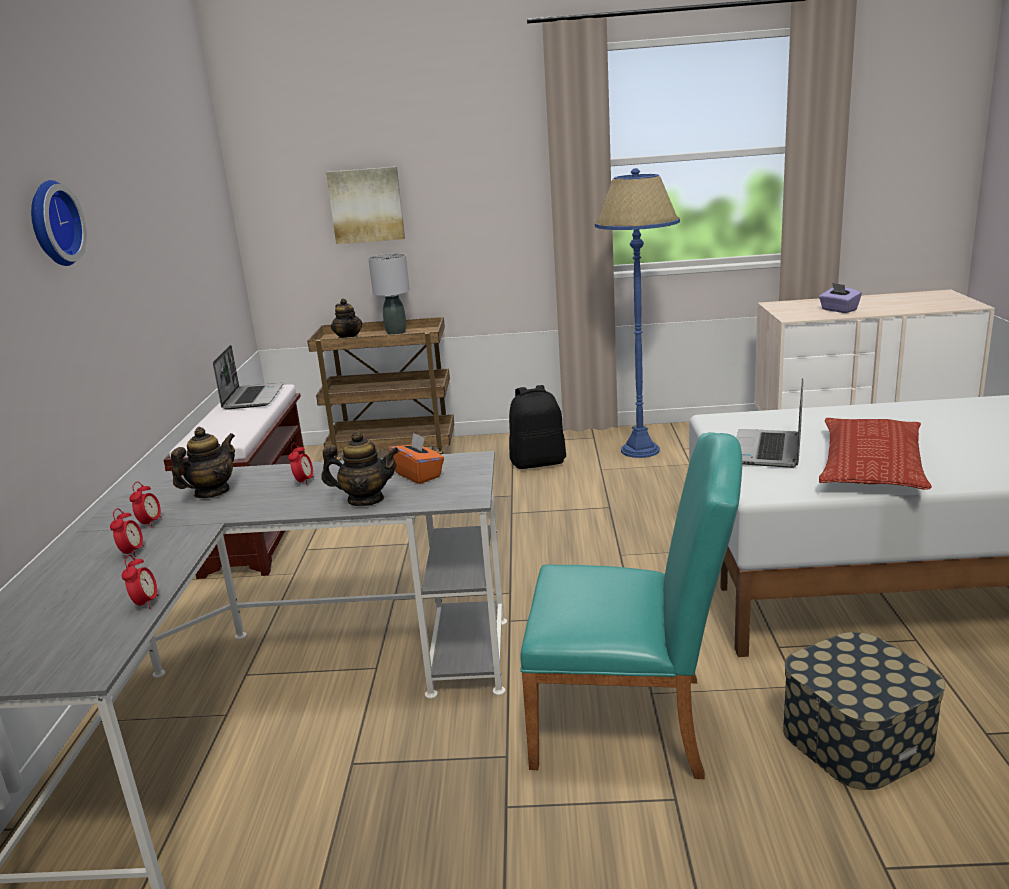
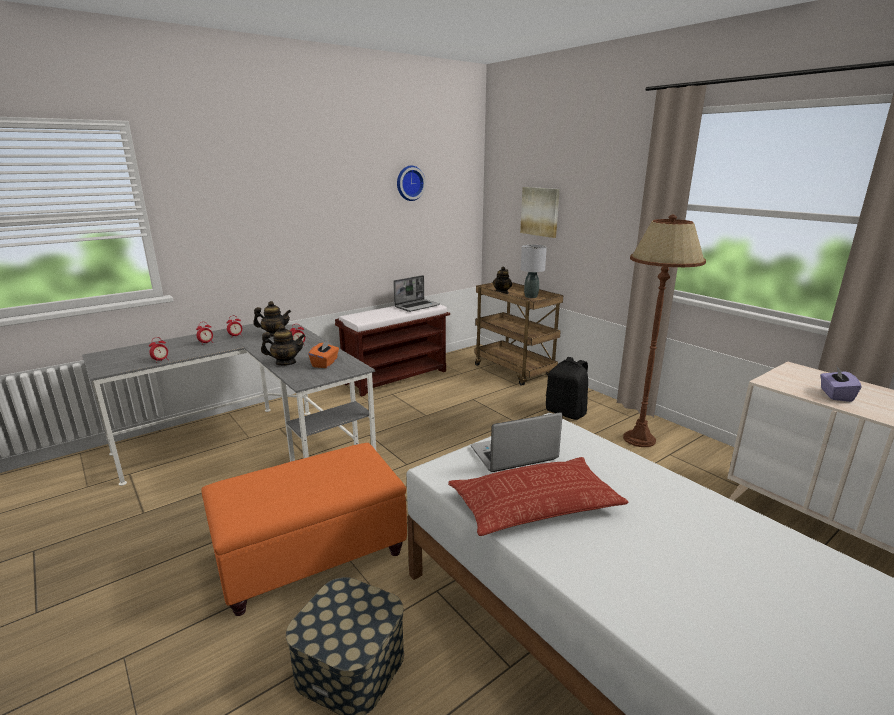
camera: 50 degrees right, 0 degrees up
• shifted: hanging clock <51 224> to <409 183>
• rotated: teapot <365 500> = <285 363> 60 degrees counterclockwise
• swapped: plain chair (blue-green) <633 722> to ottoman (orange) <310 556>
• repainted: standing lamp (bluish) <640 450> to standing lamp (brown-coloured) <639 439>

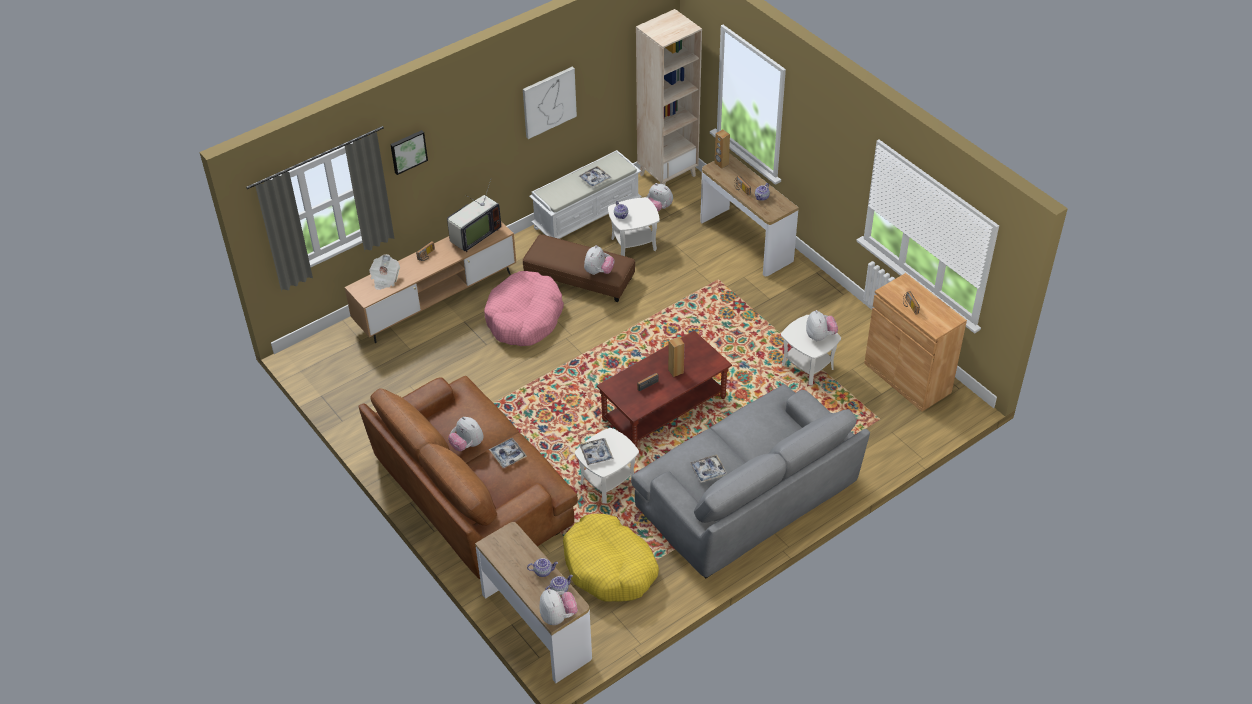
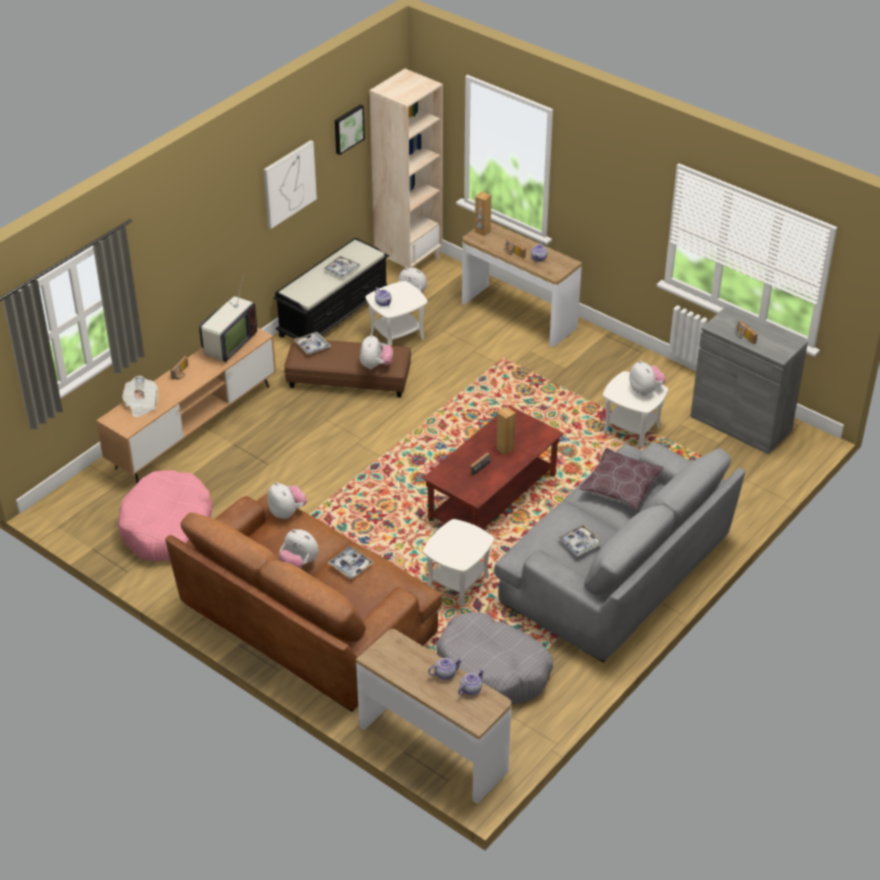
camera: 15 degrees left, 5 degrees down
• shifted: wall art <408 151> to <348 129>
• shifted: dog bed (pink) <524 318> to <167 527>
• repainted: bench (whitish) <587 214> to bench (blackish) <333 314>
• shifted: plush toy <558 616> to <287 512>
• repainted: dog bed (yellowish) <609 567> to dog bed (greyish) <493 670>
• shifted: tray <596 454> to <312 346>
• repainted: cupboard (brown-coloured) <907 378> to cupboard (greyish) <740 423>
• new: pillow (brown-coloured) <620 487>

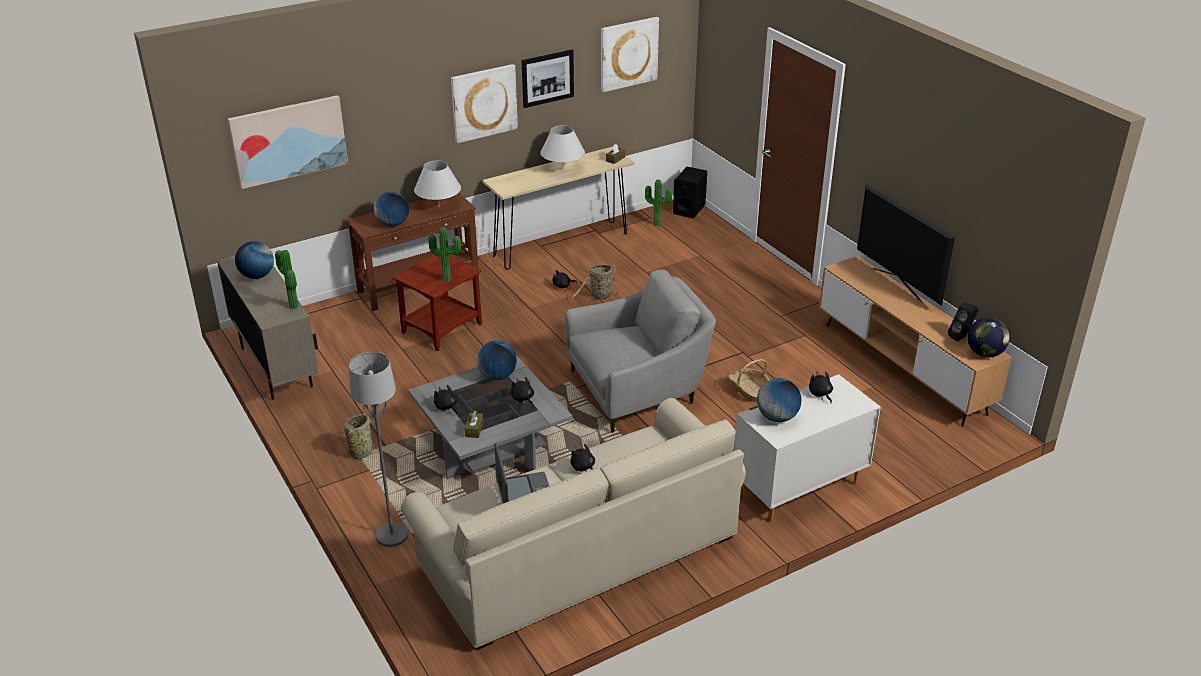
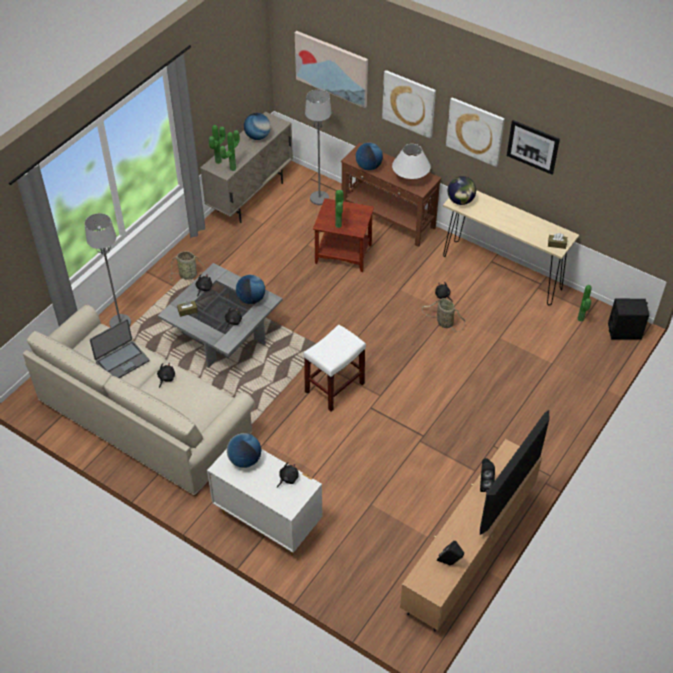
camera: 65 degrees right, 15 degrees up
• gone: tabletop lamp (whitish) <563 169>
• swapped: lounge chair (greyish) <638 390> to sitting stool (whitish) <334 388>
• shifted: wall art <628 53> to <409 103>
• gone: household basket <749 390>
• shifted: globe <985 353> to <460 201>
• new: plant in a pot <219 161>
• new: standing lamp (greyish) <319 198>
• new: speaker (blackish) <484 484>

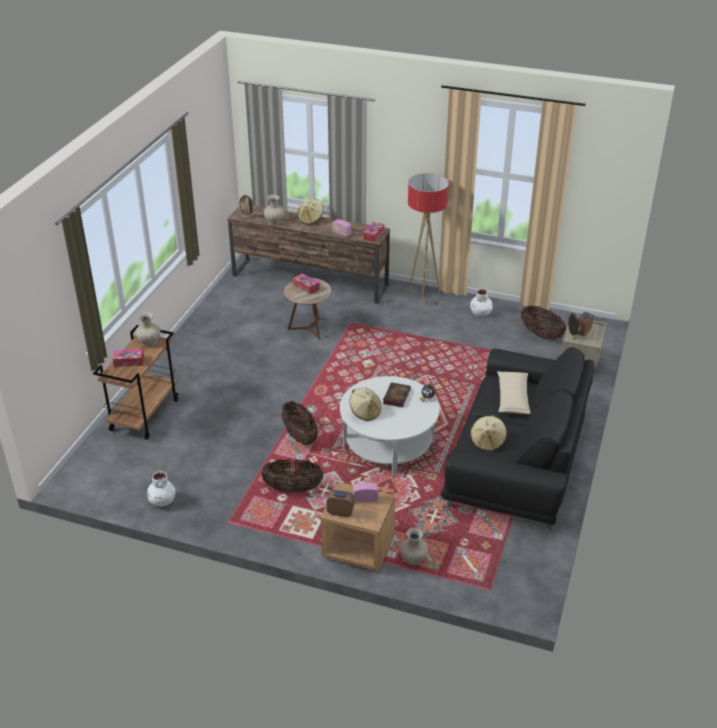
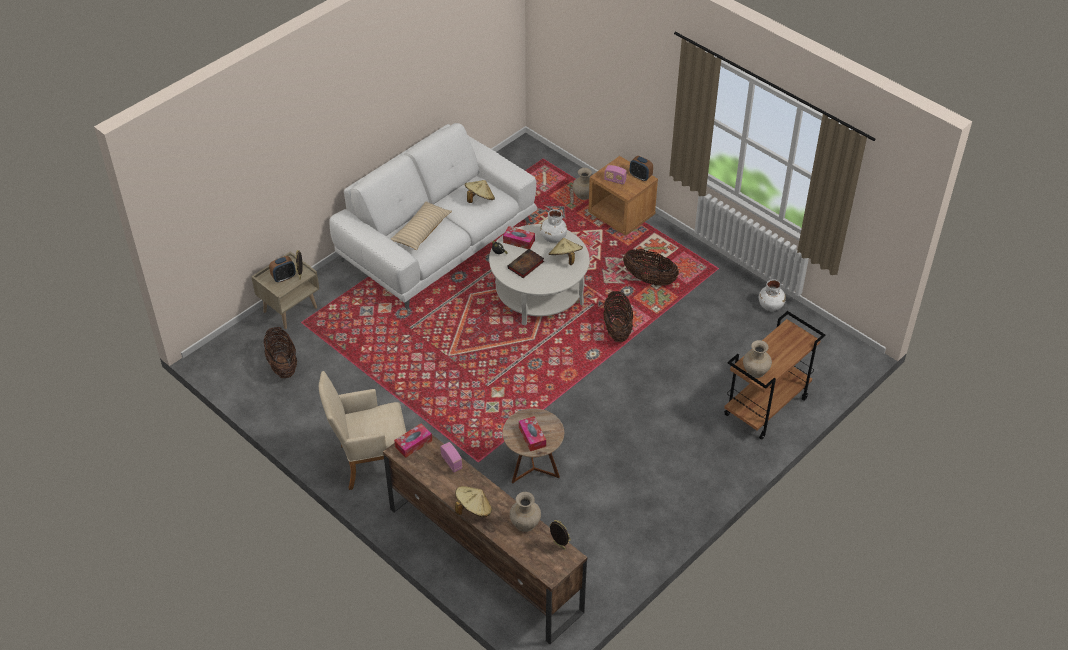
camera: 155 degrees left, 10 degrees up
• shifted: box of tissues <129 361> to <519 241>
• swapped: standing lamp <423 303> to lounge chair (beige-coloured) <370 462>
• repainted: couch (blackish) <517 459> to couch (whitish) <437 241>
• shifted: flower vase (whitish) <480 313> to <553 238>

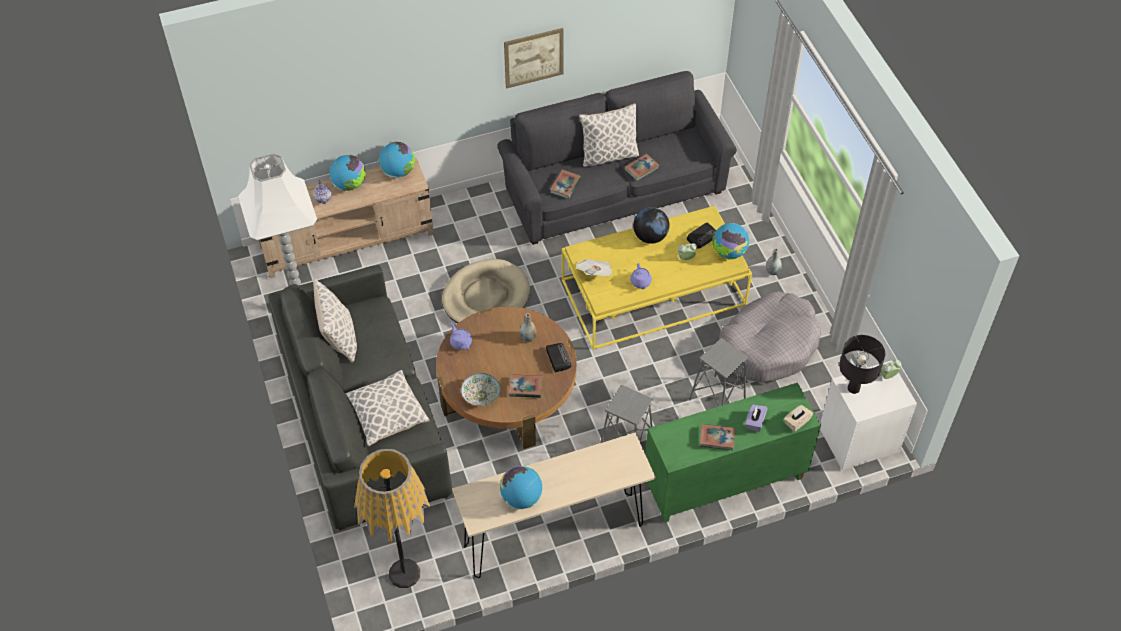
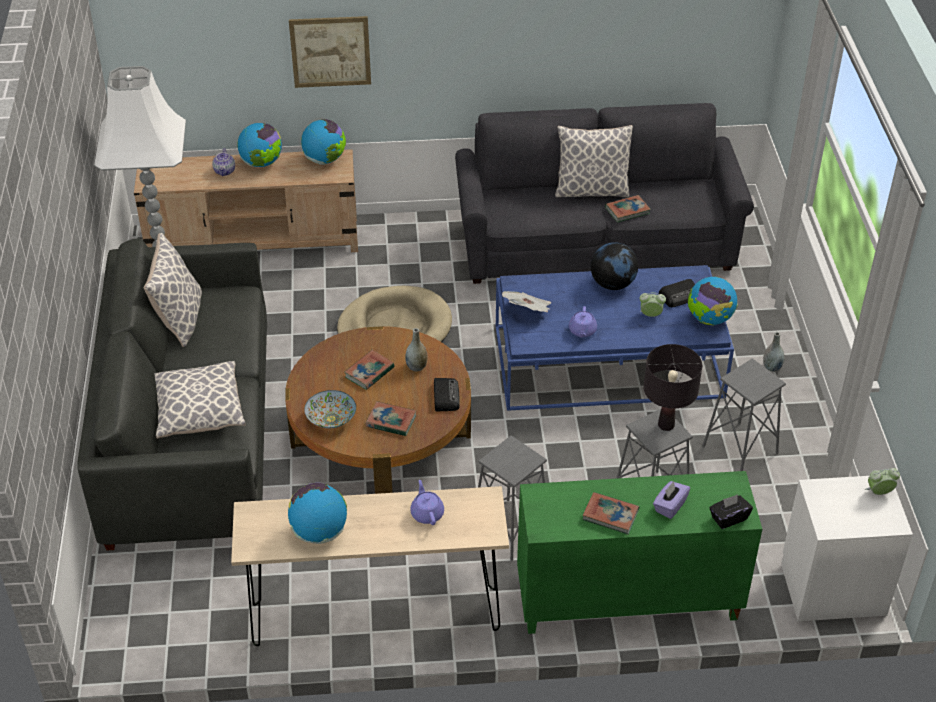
camera: 15 degrees right, 10 degrees down
• gone: standing lamp <404 573>
• shifted: teapot (purple-coloured) <460 342> to <427 513>
• shifted: wall art <533 57> to <330 51>
• shifted: bound book <565 186> to <369 372>
• repainted: low table (yellowish) <654 292> to low table (bluish) <608 361>
• swapped: dog bed (greyish) <768 345> to sitting stool (greyish) <739 450>
• repainted: box of tissues (beige-coloured) <796 422> to box of tissues (blackish) <728 518>
• shifted: tabletop lamp (blackish) <853 388> to <666 425>

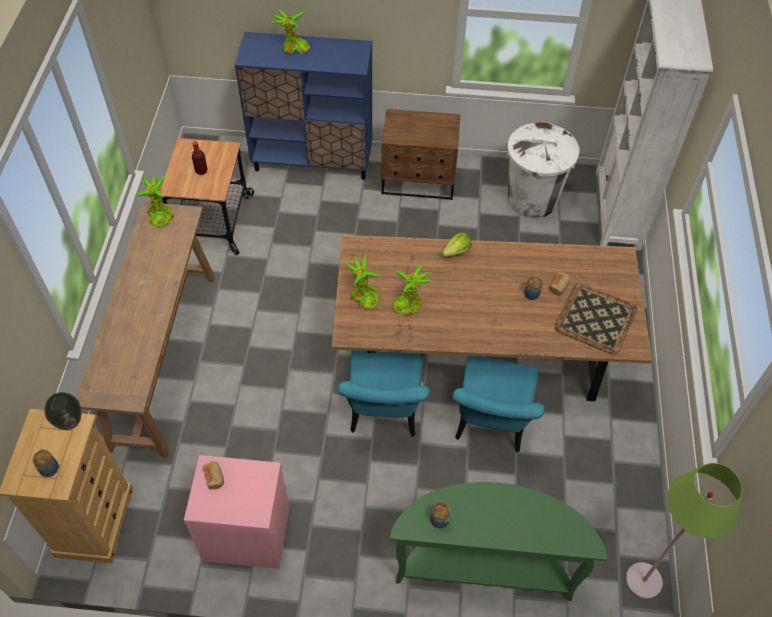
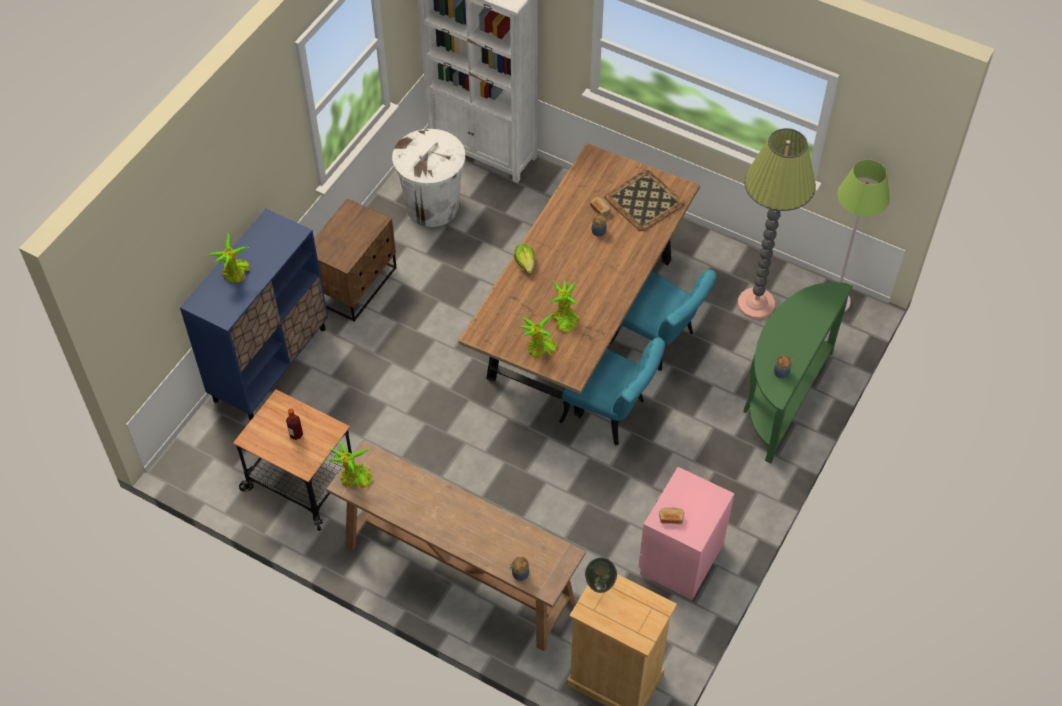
camera: 65 degrees left, 0 degrees up
• shifted: storage jar <49 468> to <519 574>
• new: standing lamp <756 304>

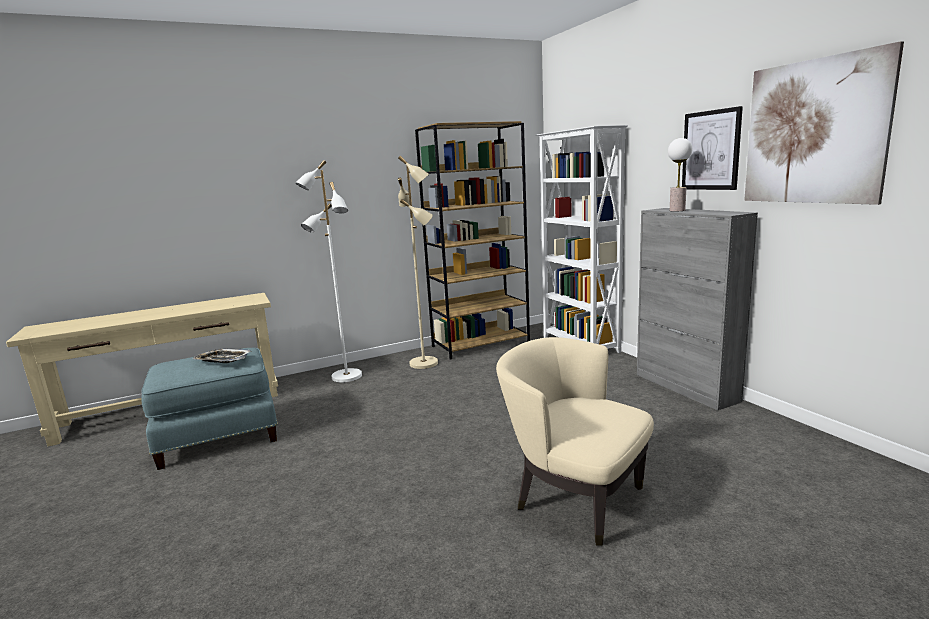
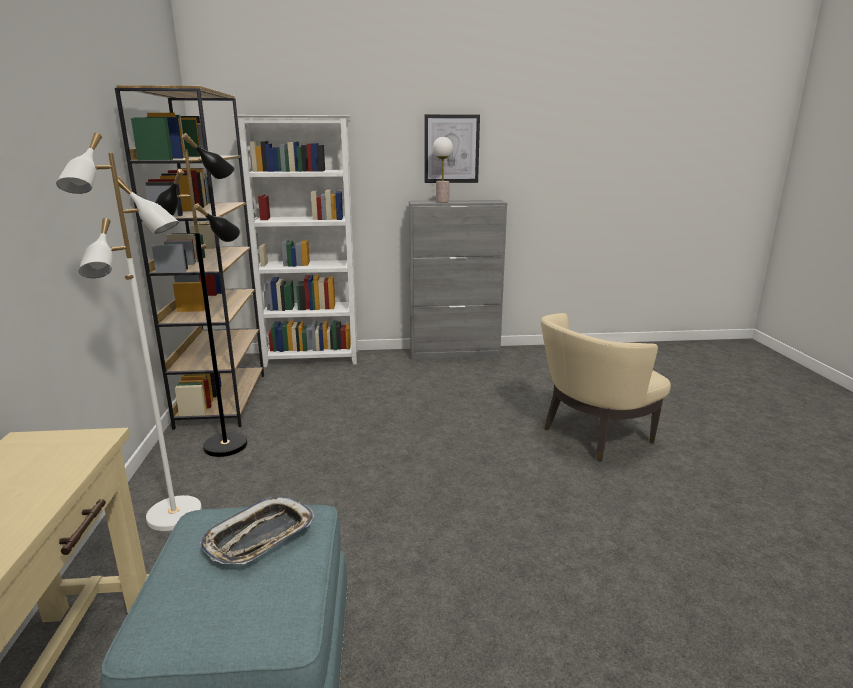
camera: 70 degrees left, 5 degrees up
• repainted: standing lamp (beige-coloured) <424 363> to standing lamp (blackish) <226 445>
• gone: wall art <814 132>

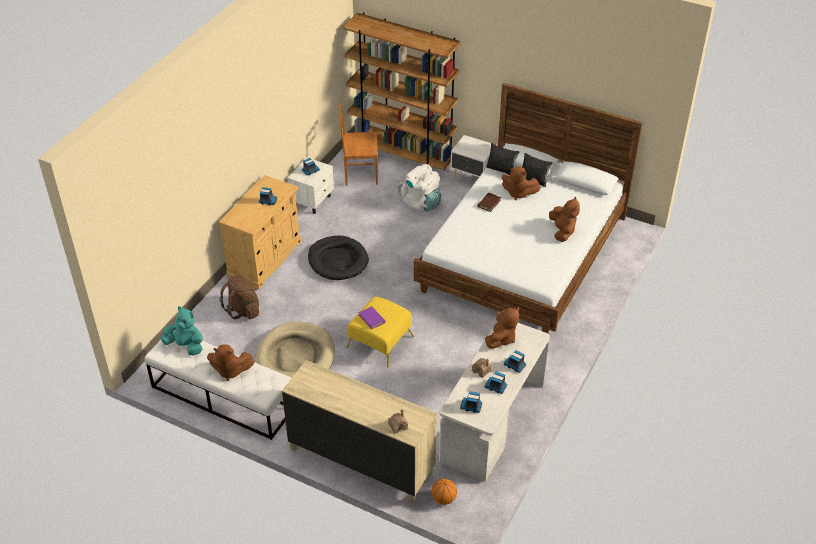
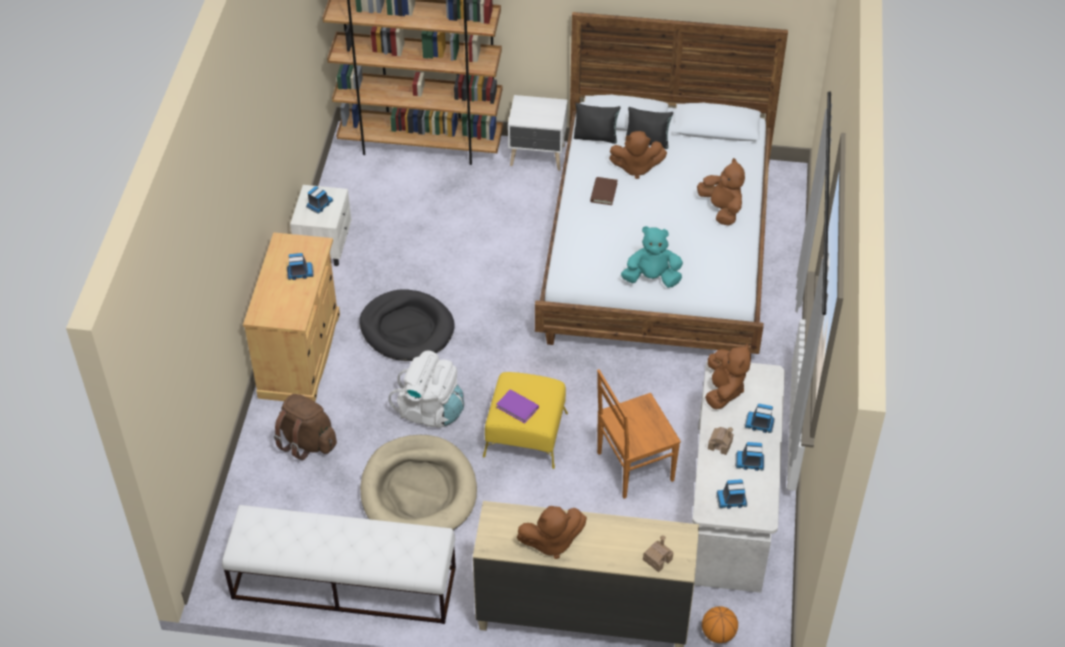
camera: 20 degrees left, 5 degrees up
• shifted: plush toy (blue-green) <185 345> to <652 278>
• shifted: plush toy (brown-coloured) <230 371> to <551 542>
• shifted: plain chair (brown-coloured) <359 174> to <633 467>
• shifted: backpack (whitish) <421 203> to <430 410>

